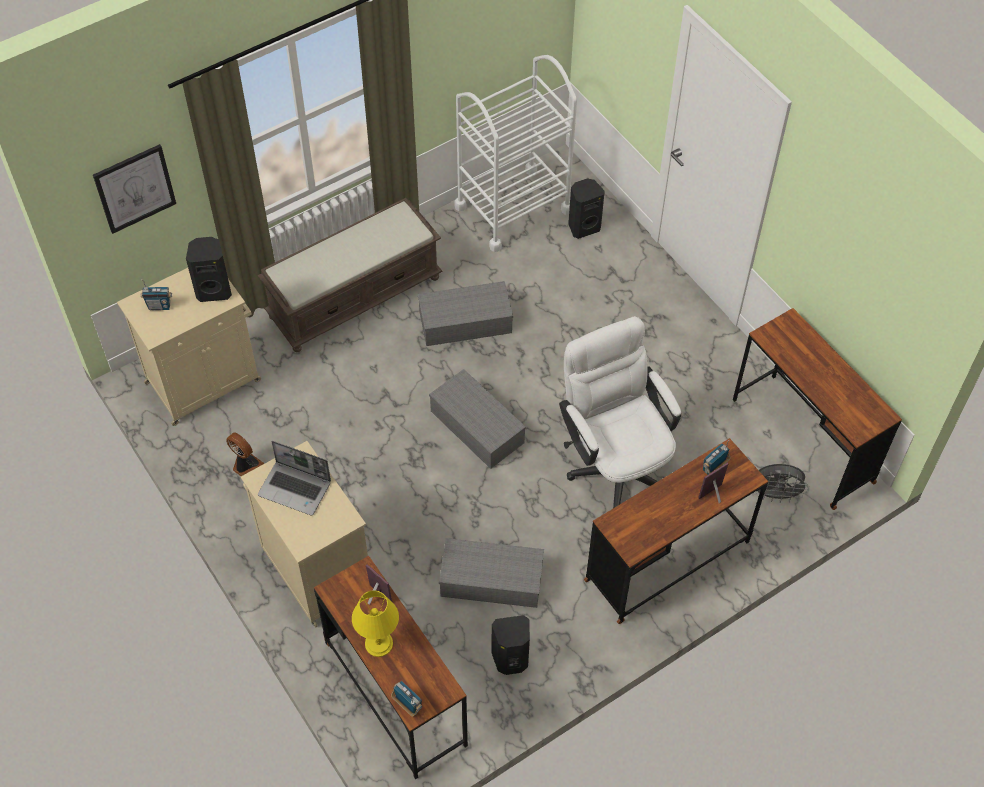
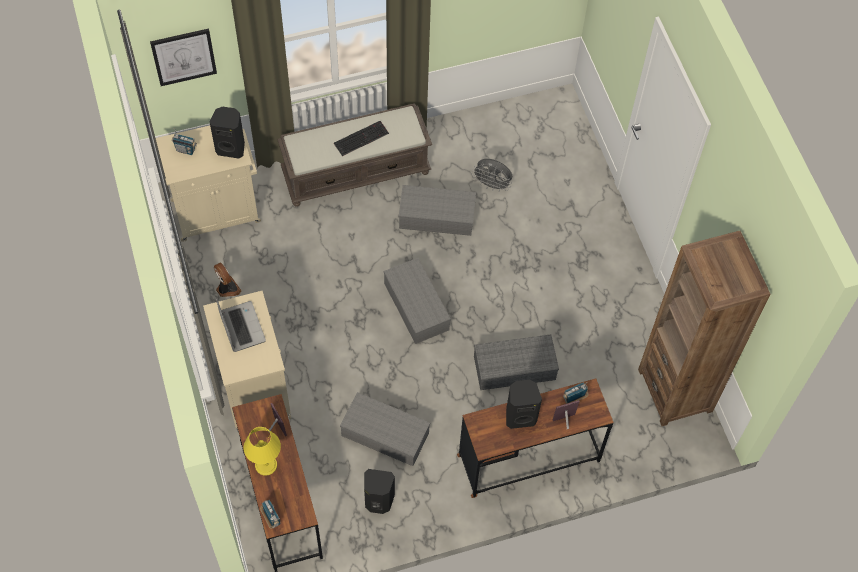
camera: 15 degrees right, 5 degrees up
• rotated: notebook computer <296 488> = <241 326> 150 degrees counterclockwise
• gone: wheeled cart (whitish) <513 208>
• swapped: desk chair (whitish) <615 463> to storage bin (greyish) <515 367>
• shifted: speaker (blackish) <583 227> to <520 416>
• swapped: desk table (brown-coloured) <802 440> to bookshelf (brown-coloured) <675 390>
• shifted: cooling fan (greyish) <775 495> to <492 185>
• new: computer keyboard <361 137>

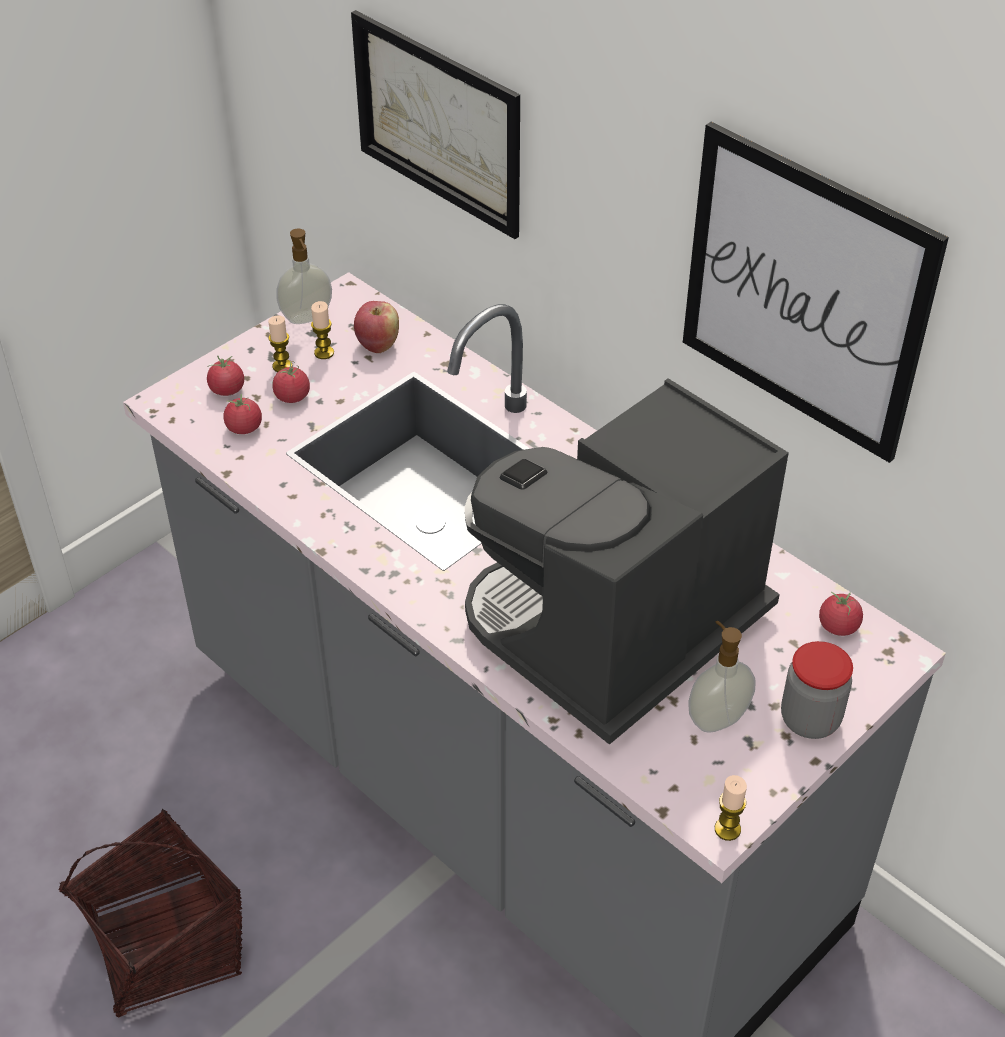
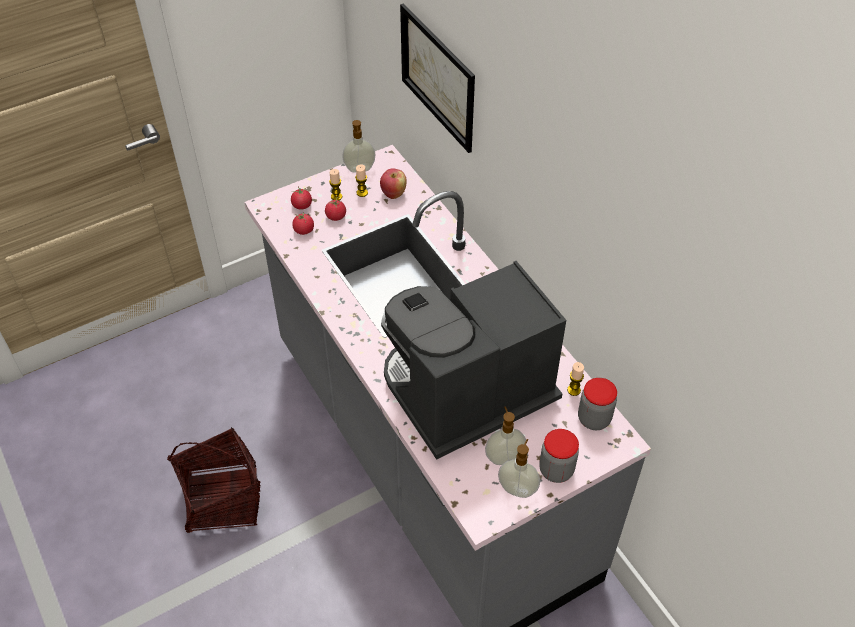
camera: 15 degrees right, 5 degrees up
• gone: wall art <804 293>
• shifted: candle <727 829> to <573 390>
• swapped: fresh tomato <838 626> to storage jar <594 419>
• new: liquid soap bottle <517 489>

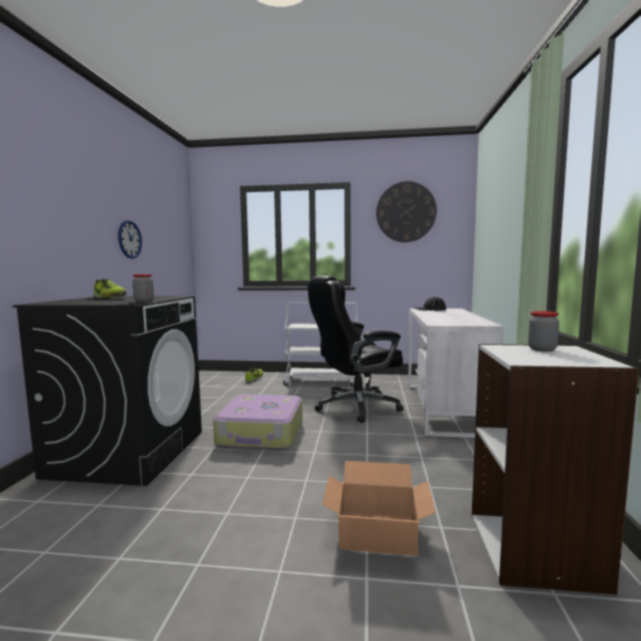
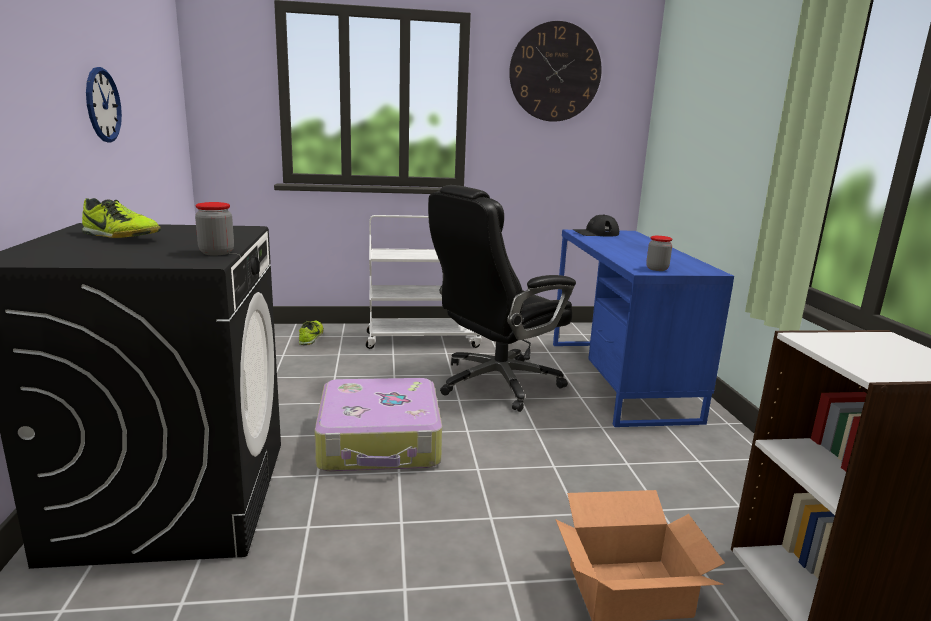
camera: 15 degrees left, 10 degrees up
• repainted: desk table (whitish) <444 408> to desk table (bluish) <618 379>
• shifted: storage jar <542 349> to <657 269>

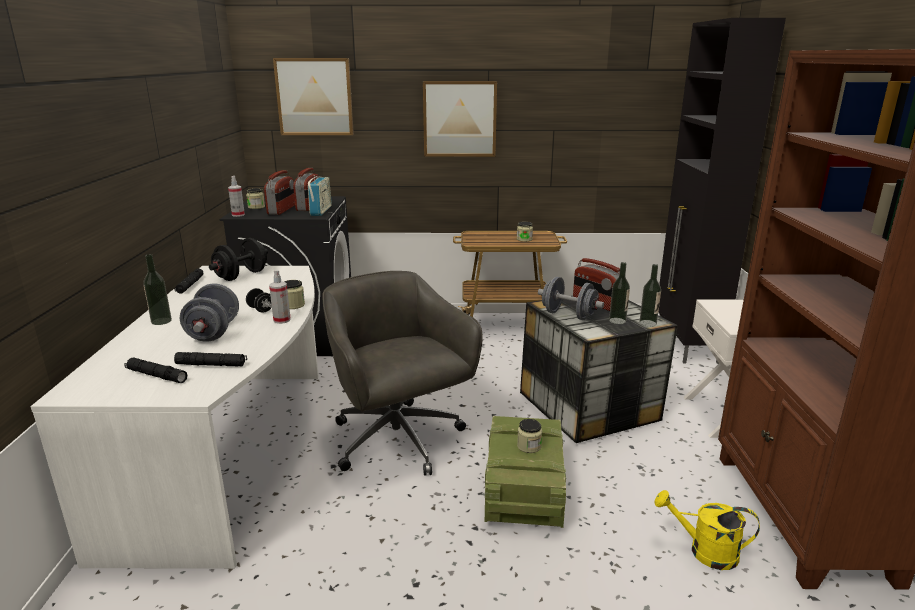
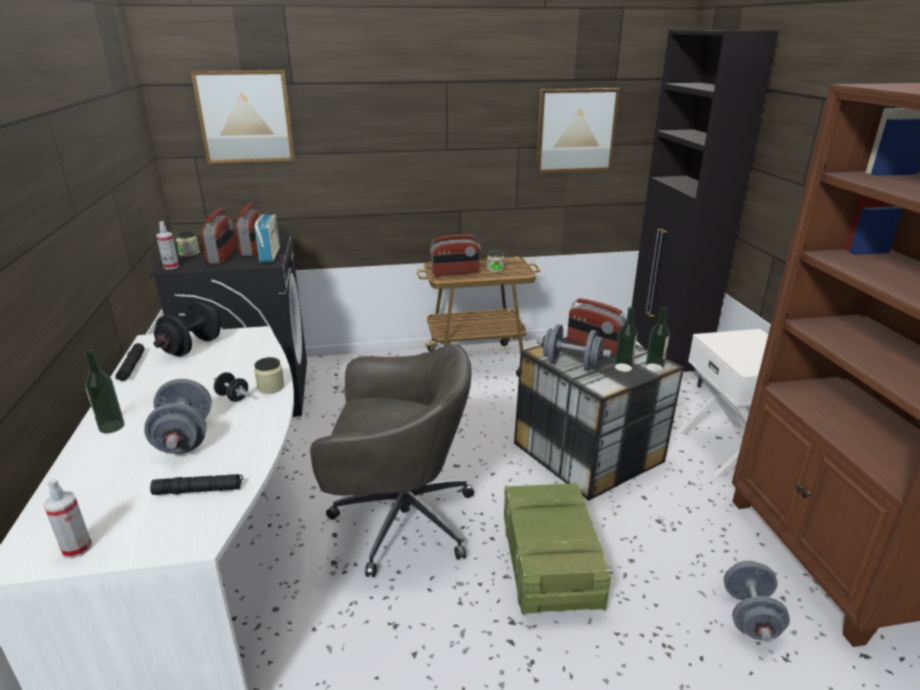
camera: 10 degrees left, 5 degrees up
• gone: hand torch (blackish) <156 376>
• shifted: sprayer <282 320> to <77 548>
• rotated: desk chair (greyish) <399 441> = <399 520> 135 degrees clockwise
• shifted: wall art <459 119> to <575 130>
• gone: storage jar <529 446>
• swapped: sprinkling can (yellowish) <704 551> to dumbbell (greyish) <750 616>
• new: radio receiver <455 273>

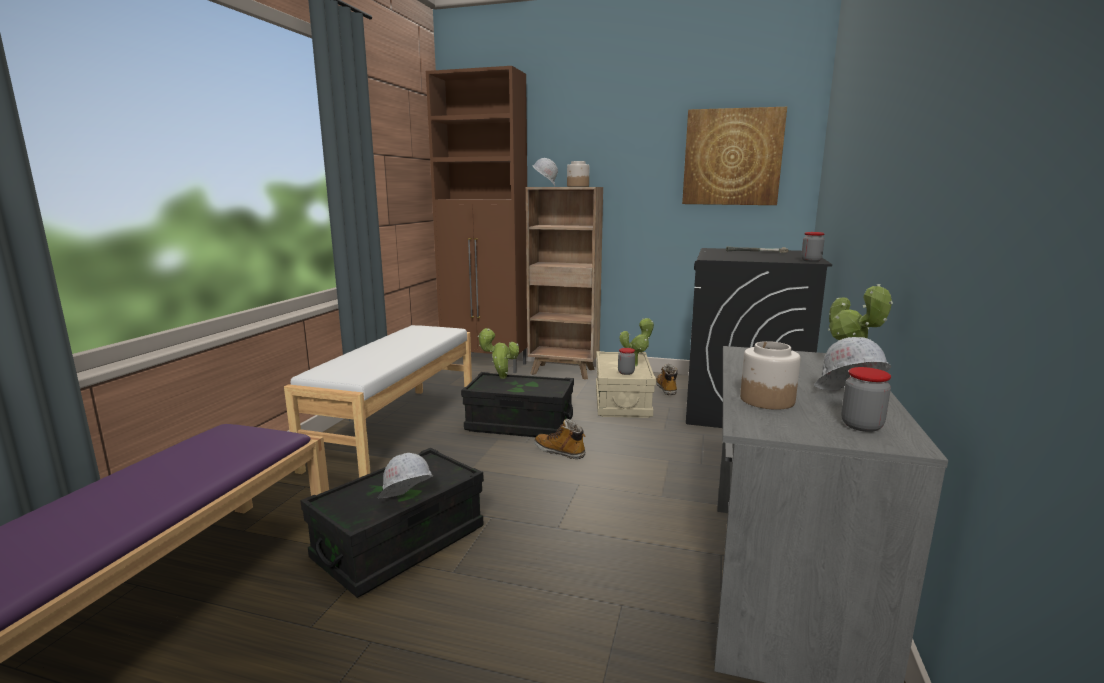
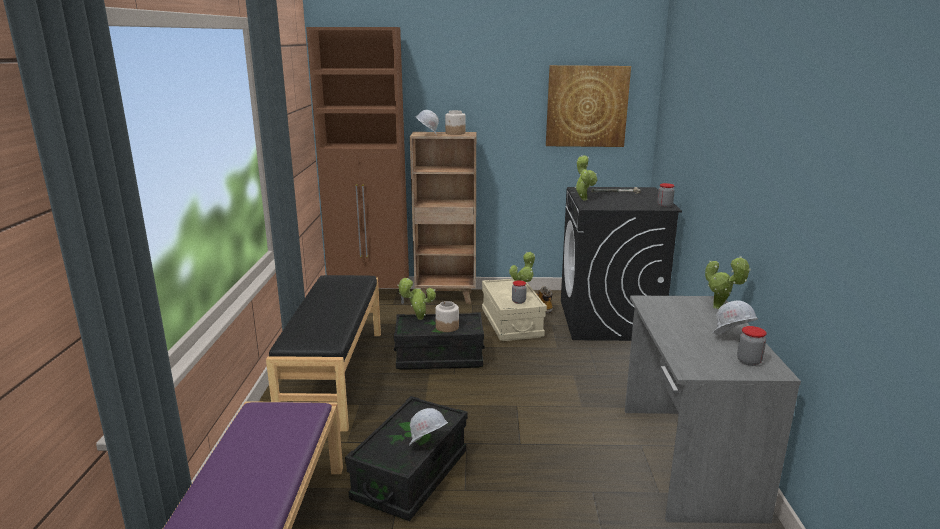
camera: 15 degrees left, 5 degrees up
• repainted: bench (whitish) <396 429> to bench (blackish) <333 376>
• gone: tall boot <560 452>
• shifted: storage jar <766 400> to <447 327>
• new: plant in a pot <583 199>

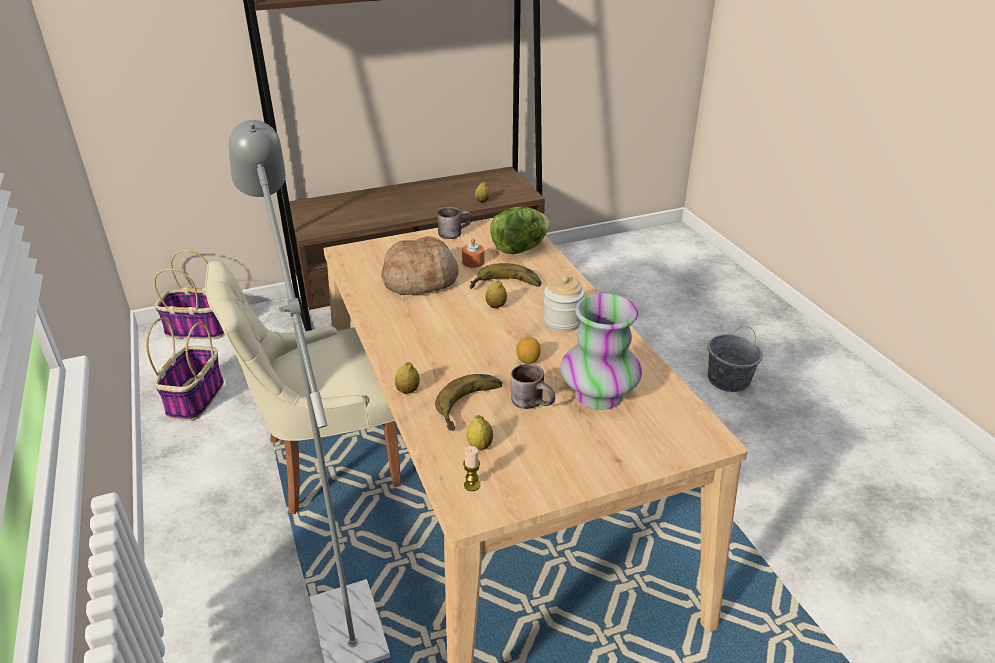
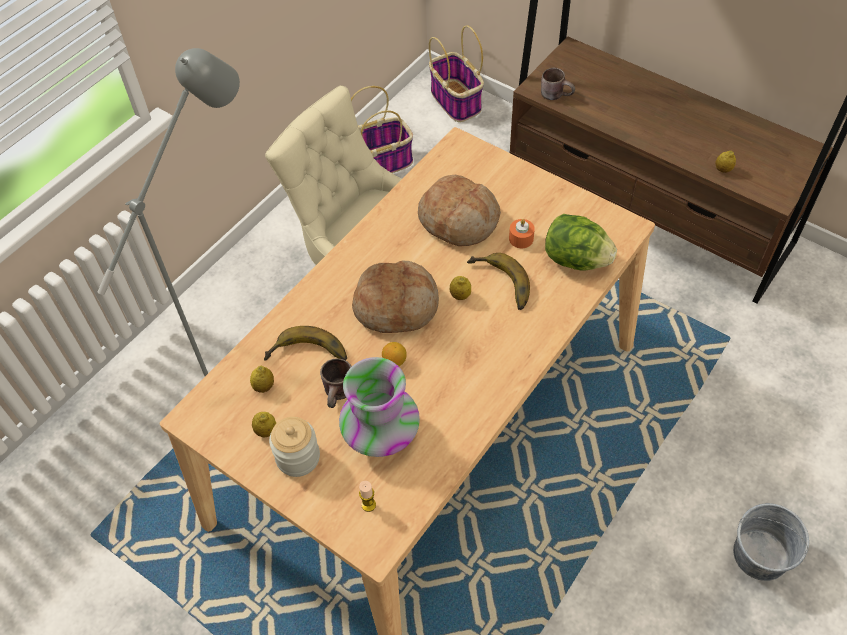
camera: 60 degrees right, 20 degrees up
• shifted: whole lemon <408 390> to <266 431>
• shifted: mug (brown-coloured) <453 232> to <557 94>
• shifted: candle <472 485> to <368 505>
• shifted: storage jar <562 321> to <298 457>
• new: bread <397 305>

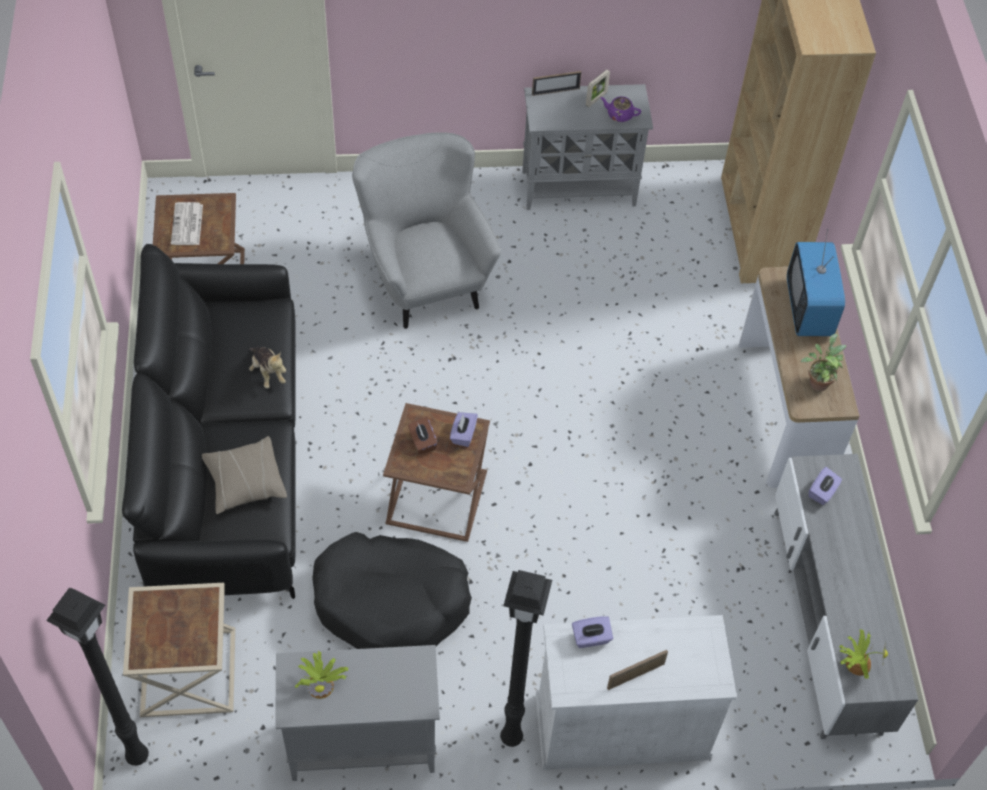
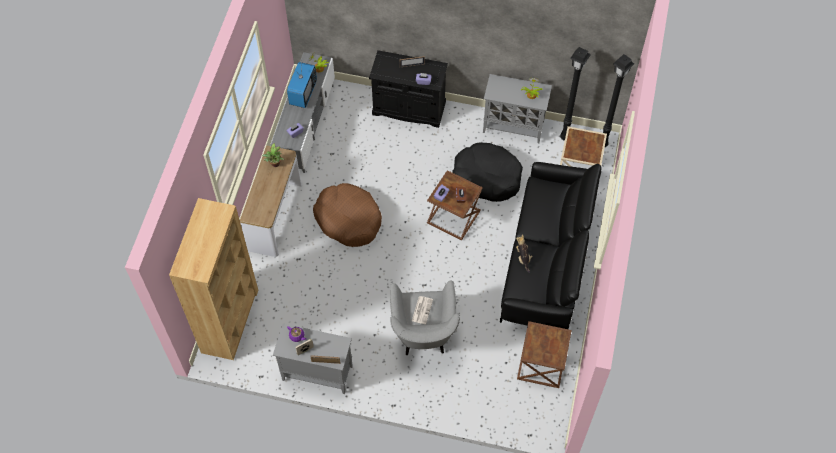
camera: 160 degrees left, 5 degrees up
• shifted: newspaper <187 225> to <422 310>
• gone: pillow (beige-coloured) <245 482>
• shifted: standing lamp (blackish) <509 738> to <565 137>
• repainted: cupboard (whitish) <621 726> to cupboard (blackish) <409 108>
• shifted: TV <809 308> to <303 93>
• new: dog bed (brown-coloured) <348 219>

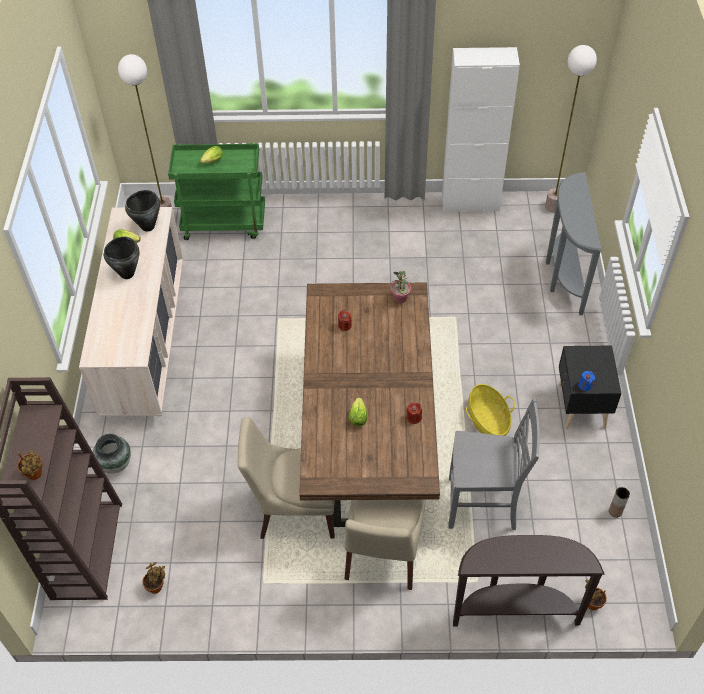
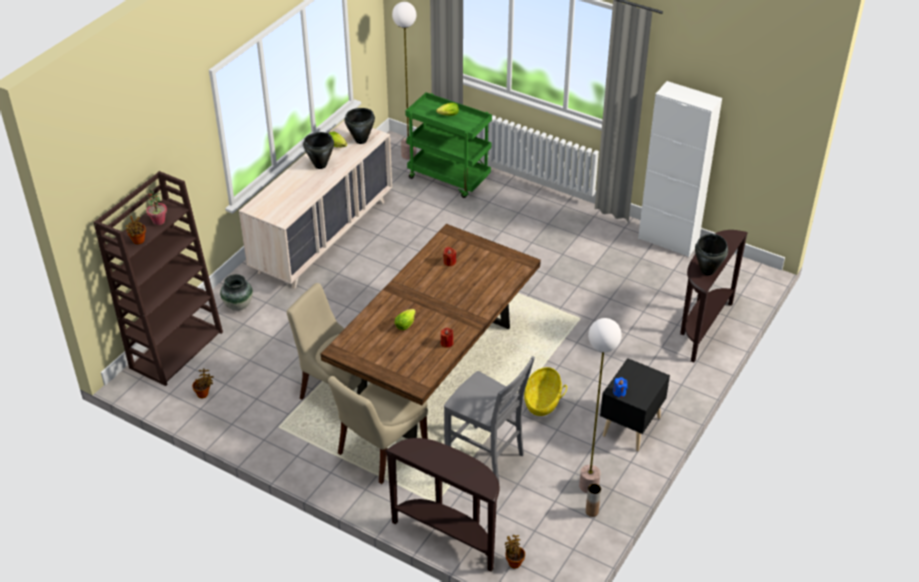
camera: 30 degrees right, 10 degrees down
• shifted: plant in a pot <400 298> to <158 221>
• shifted: standing lamp <553 206> to <589 485>
• repainted: hall table (greyish) <562 277> to hall table (brown-coloured) <701 328>
• new: cooking pot (blackish) <708 271>

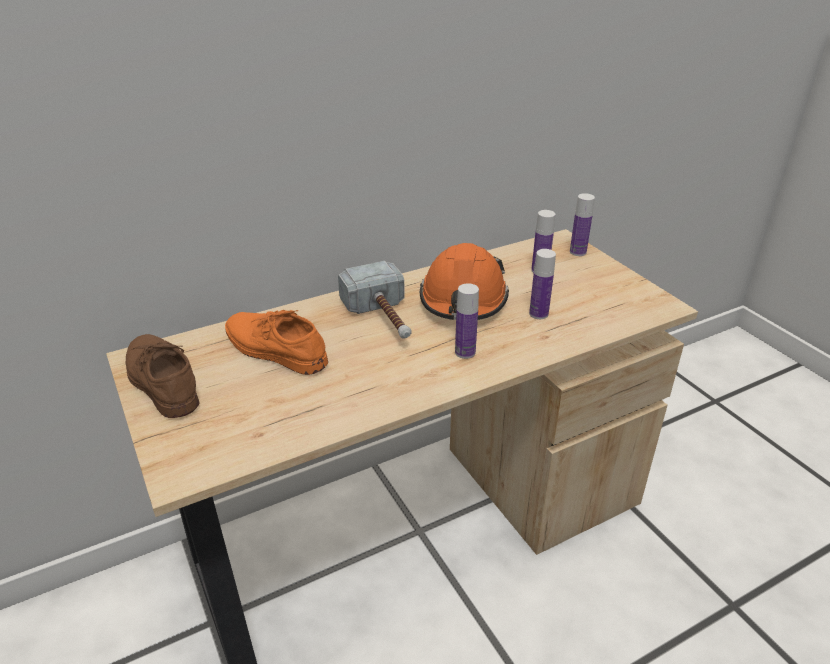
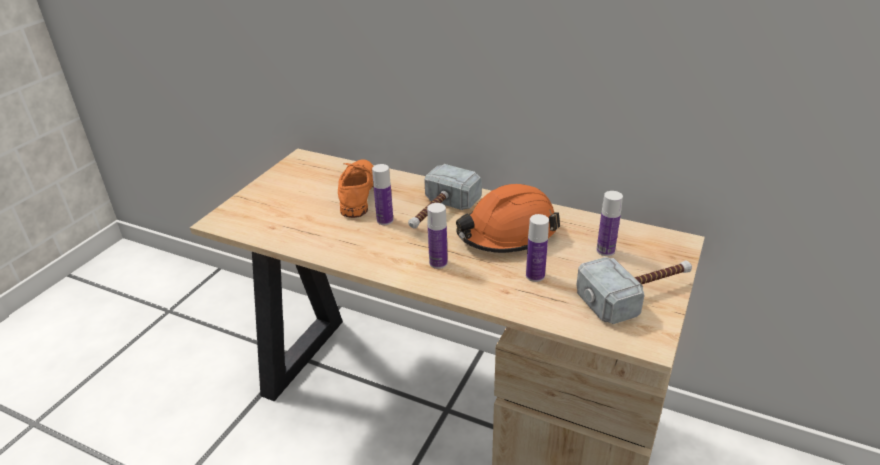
camera: 55 degrees right, 0 degrees up
• gone: shoe (brown-coloured) <160 380>
• shifted: drink bottle <578 252> to <385 220>
• new: tool hammer <637 294>

